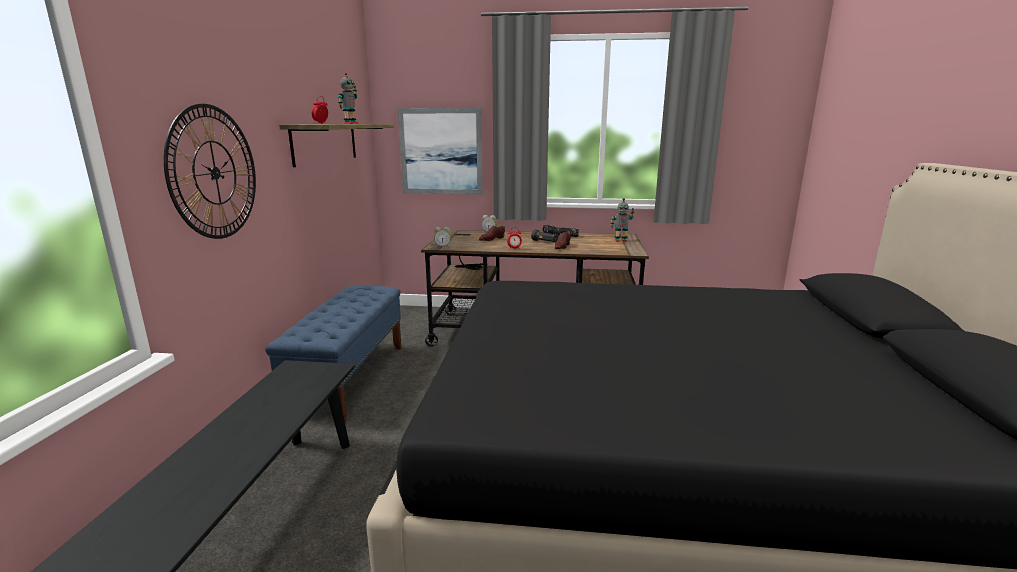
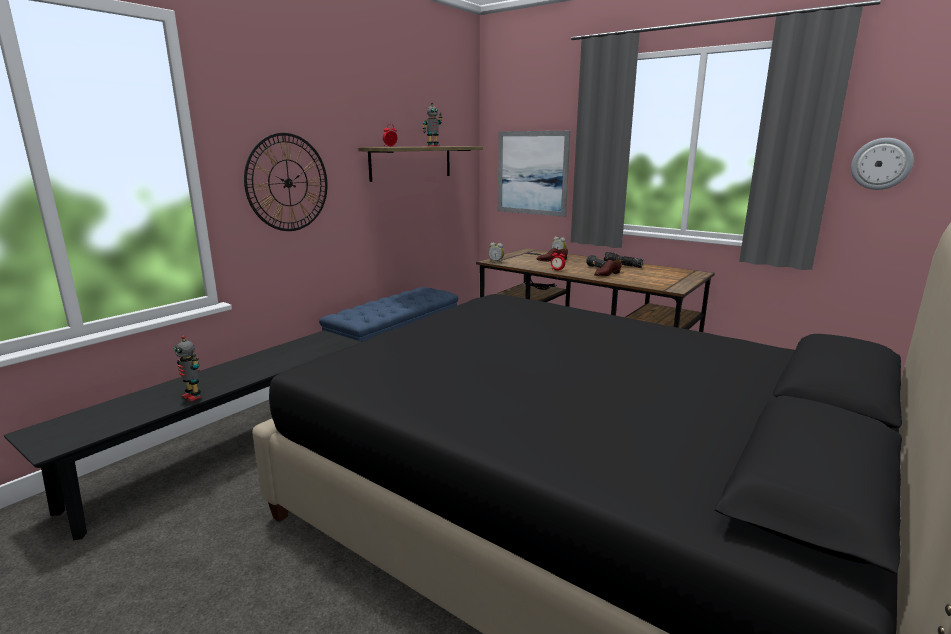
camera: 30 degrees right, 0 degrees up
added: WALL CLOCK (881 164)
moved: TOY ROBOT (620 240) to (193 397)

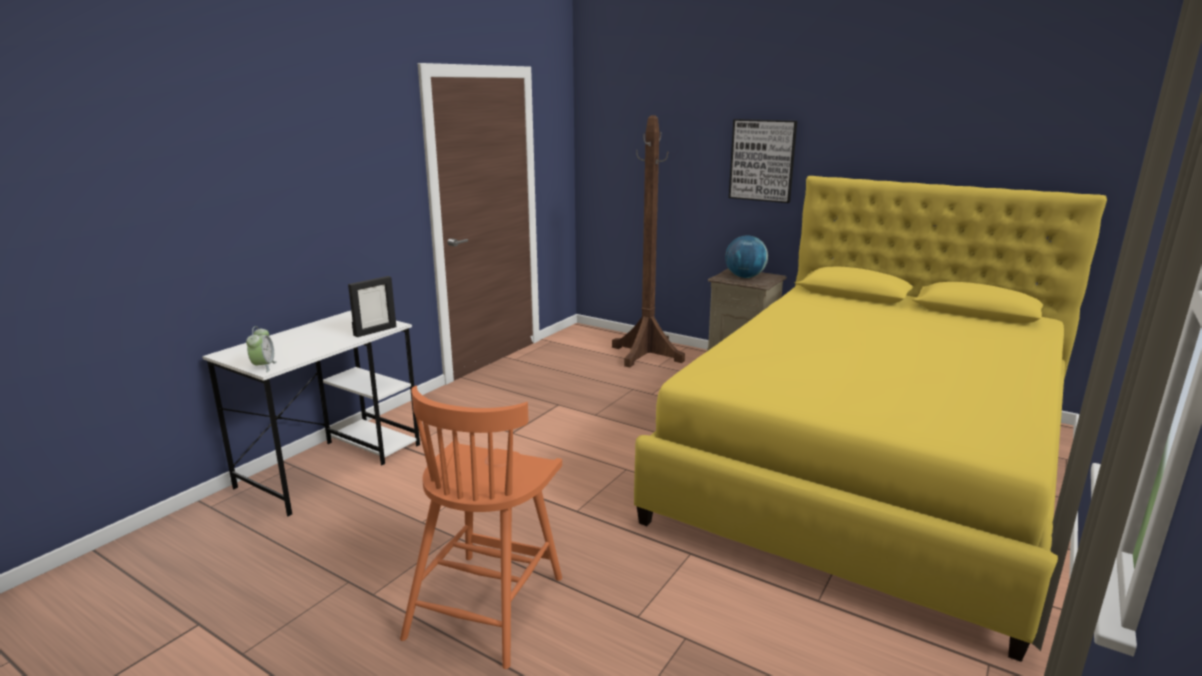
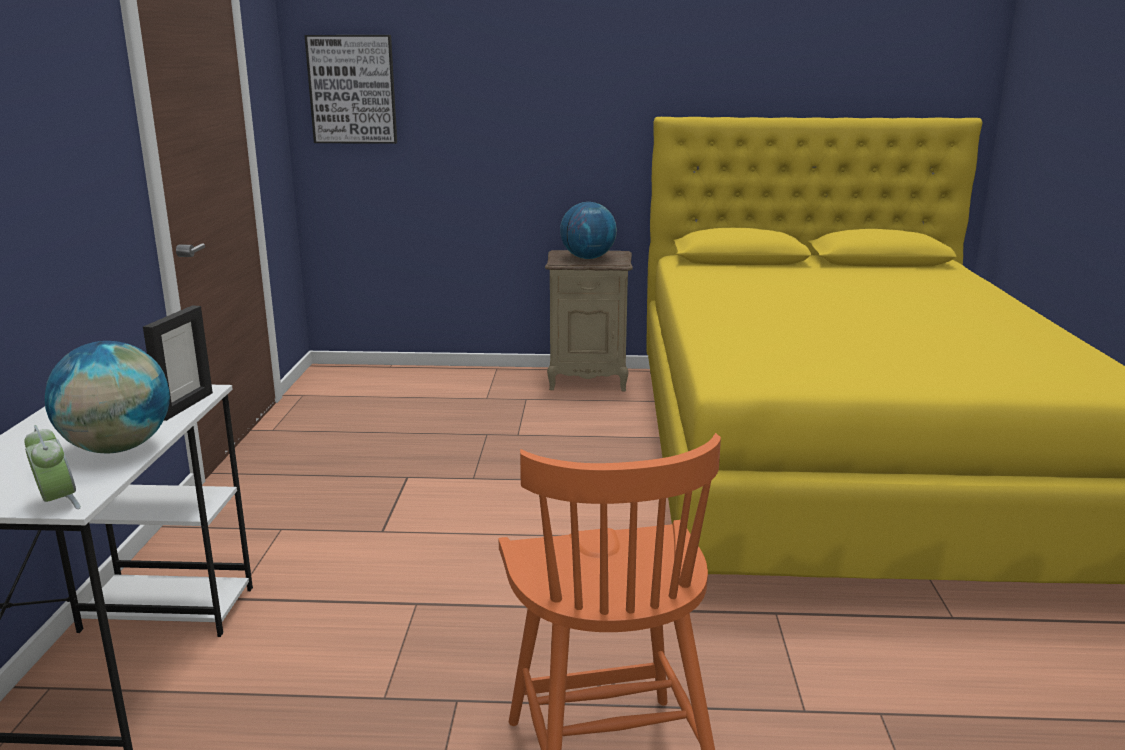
camera: 30 degrees left, 0 degrees up
removed: BROWN CLOTHES RACK (647 354)
added: GLOBE (117 448)
moved: PICTURE (762 160) to (352 89)

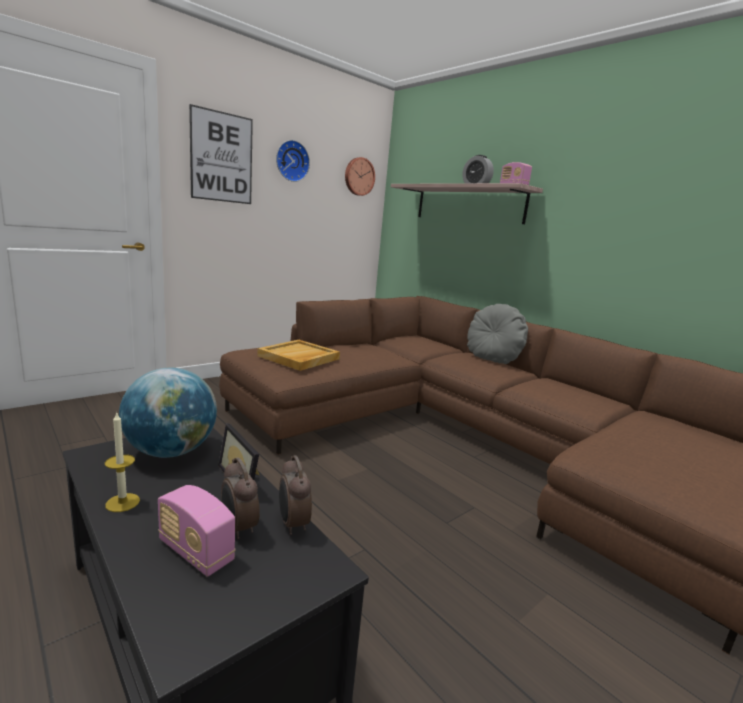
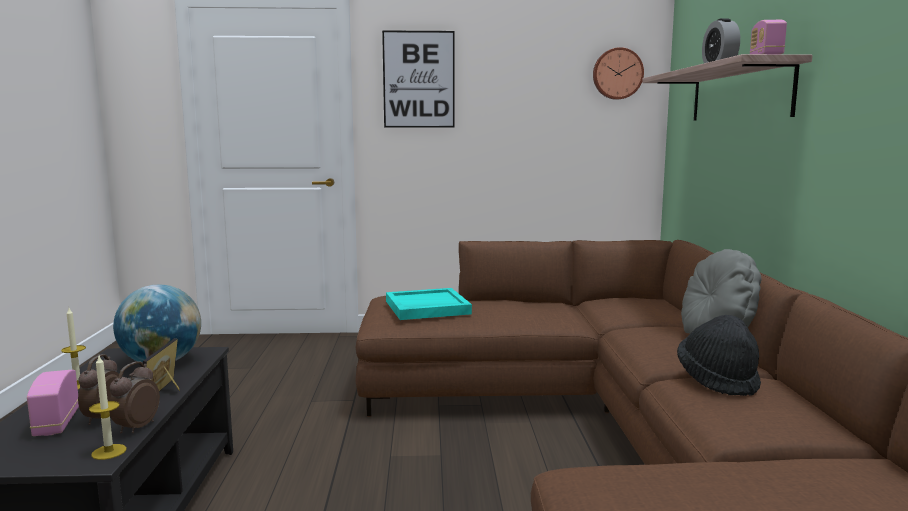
camera: 40 degrees right, 5 degrees down
removed: WALL CLOCK (291 161)
added: CANDLE (109 452); BLACK HAT (718 380)
recoloured: BEIGE TRAY (299 358) to TURQUOISE TRAY (426 308)

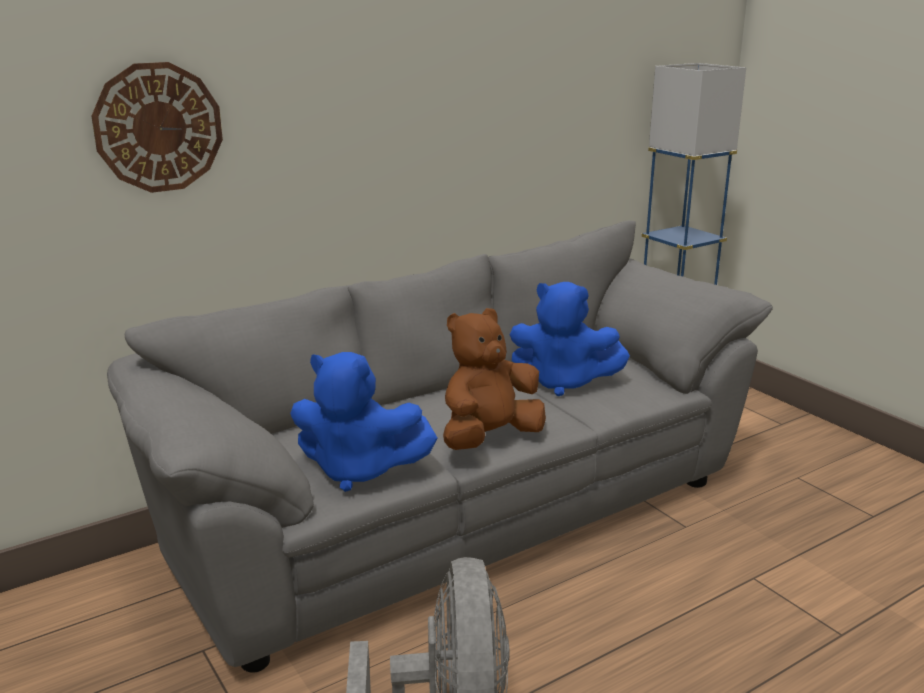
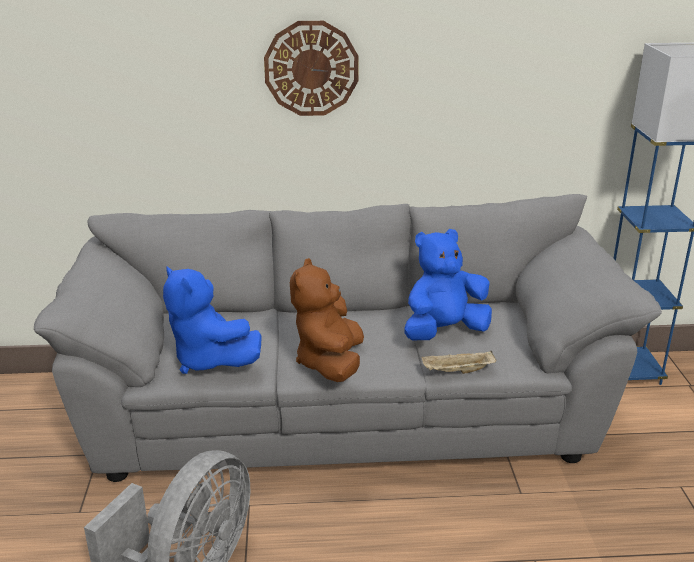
camera: 30 degrees right, 5 degrees up
added: BEIGE TRAY (457 372)
moved: WALL CLOCK (158 128) to (311 68)
turned: BROWN PLUSH TOY (489 438) = (330 363) 75 degrees counterclockwise; BLUE PLUSH TOY (563 382) = (444 332) 105 degrees clockwise

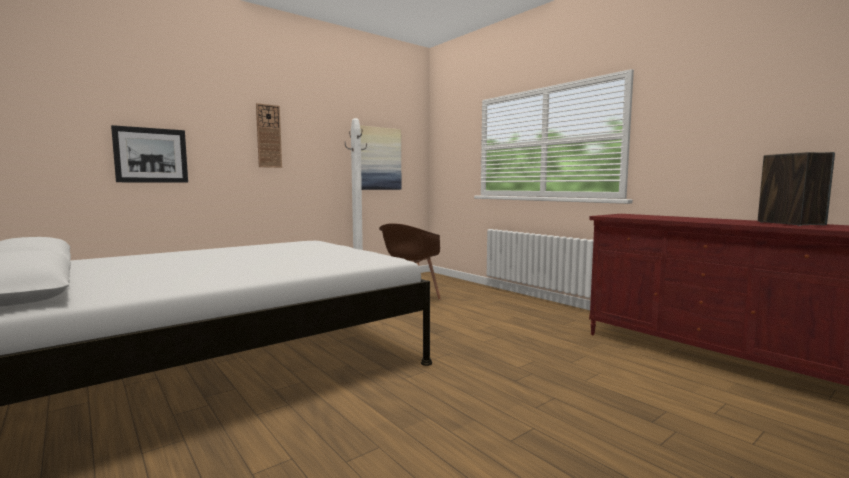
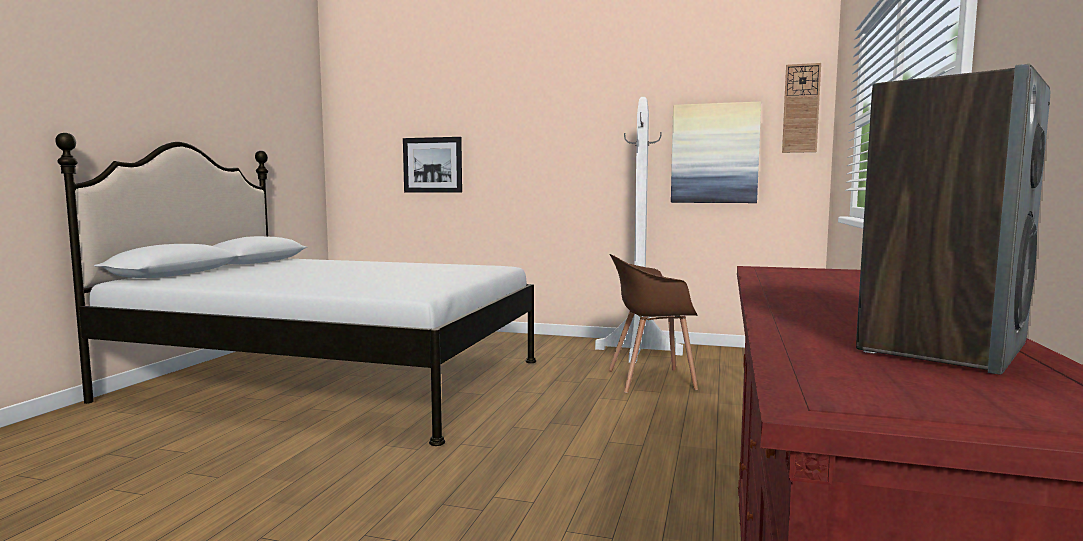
camera: 55 degrees right, 0 degrees up
moved: WALL CLOCK (268 136) to (801 108)

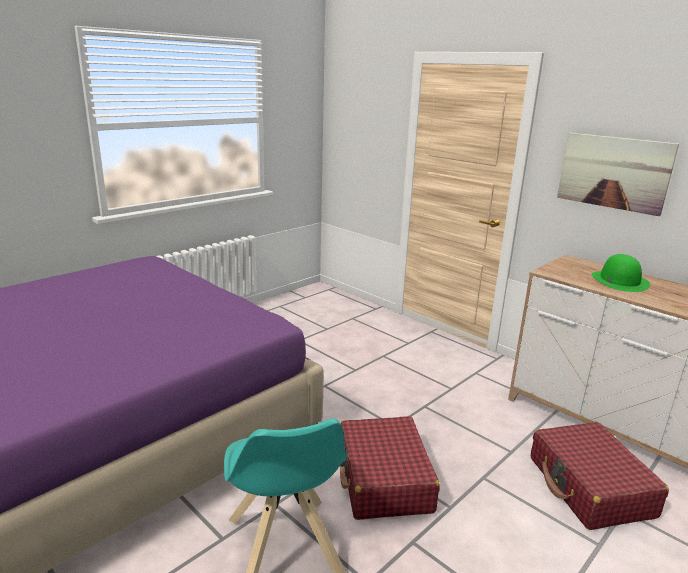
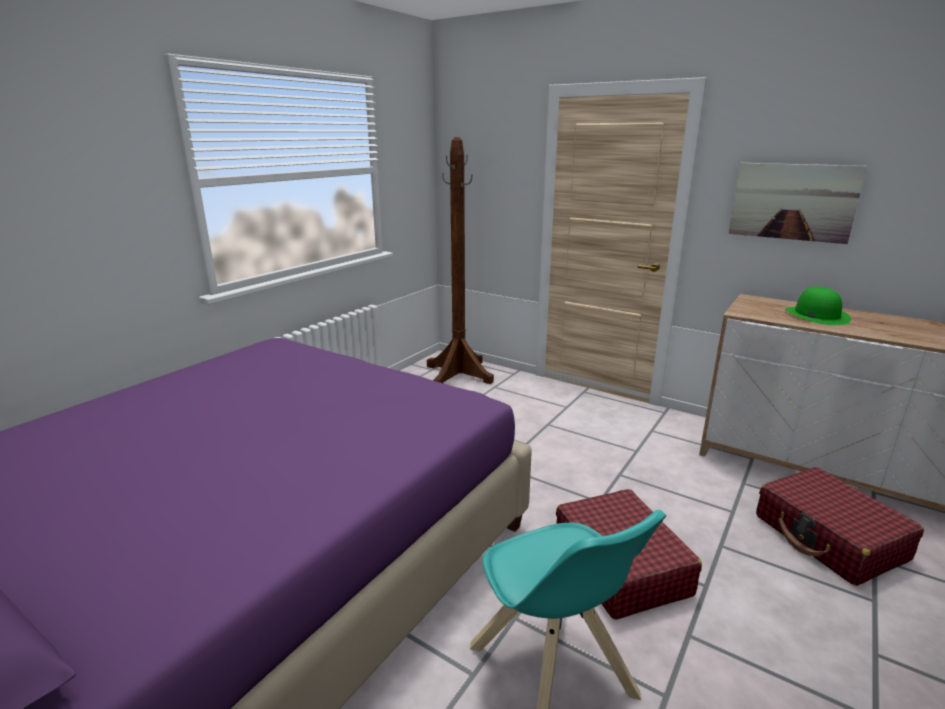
camera: 10 degrees left, 0 degrees up
added: BROWN CLOTHES RACK (459 374)

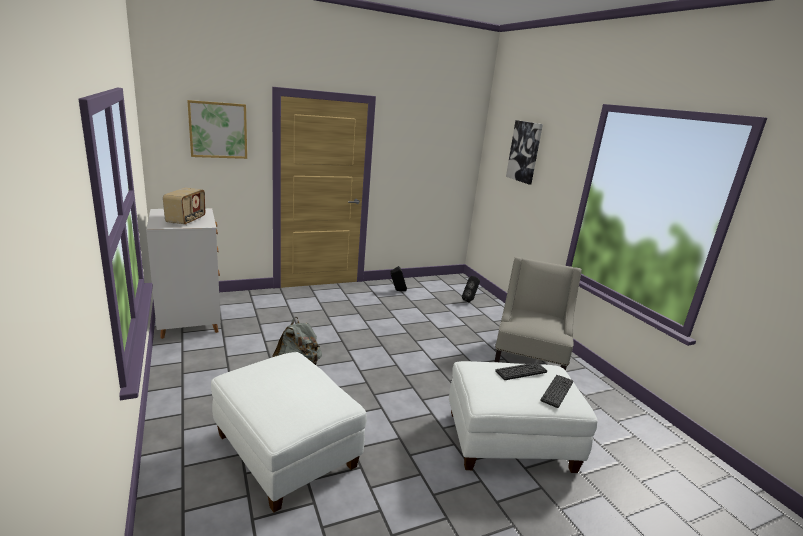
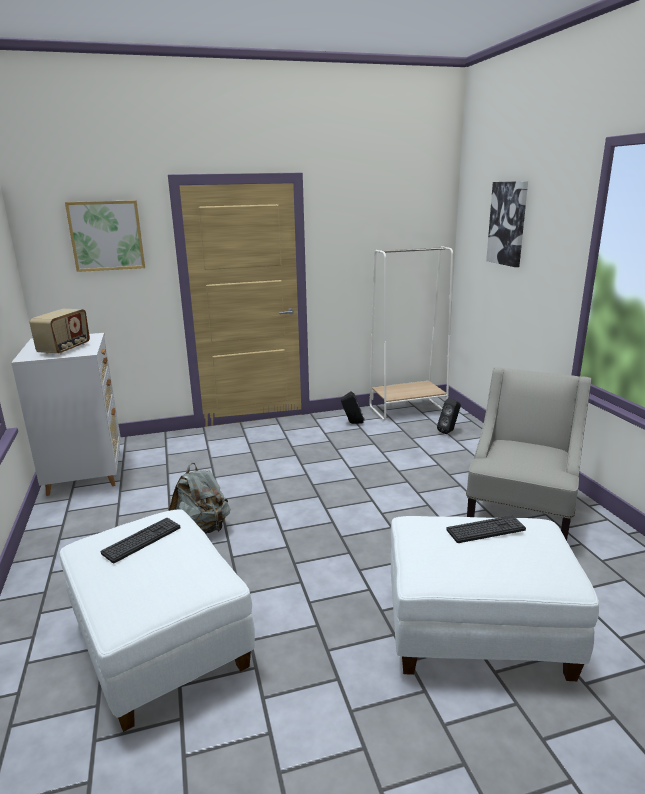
camera: 10 degrees right, 0 degrees up
added: CLOTHES RACK (407 410)
moved: KEYBOARD (557 391) to (142 540)

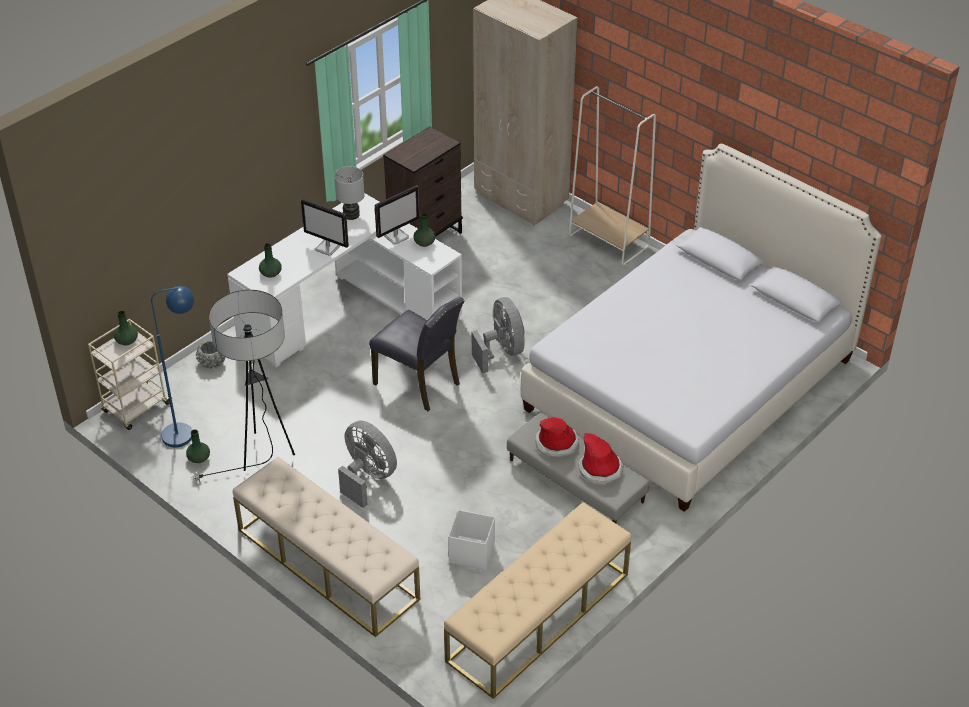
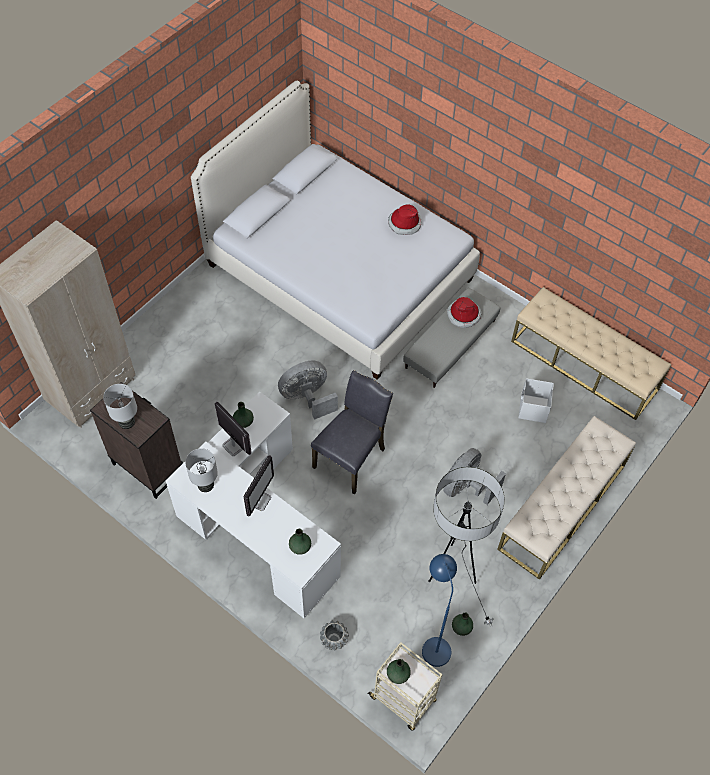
camera: 95 degrees left, 15 degrees up
removed: CLOTHES RACK (608 242)
added: GREY TABLE LAMP (126 422)
moved: HAT (556 443) to (404 223)

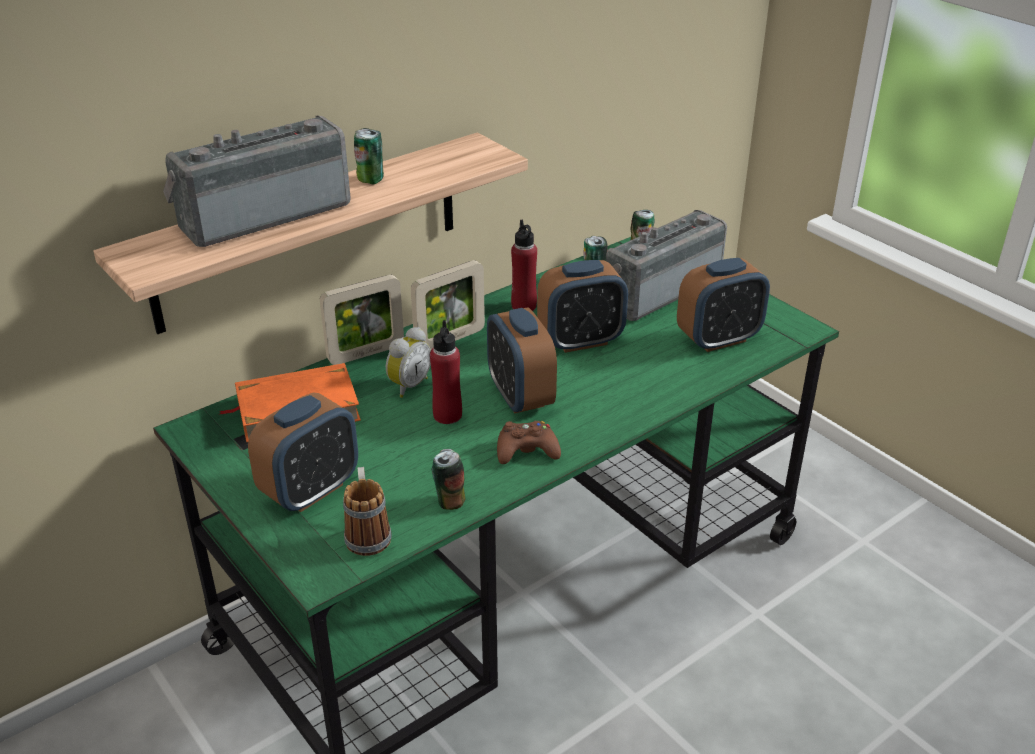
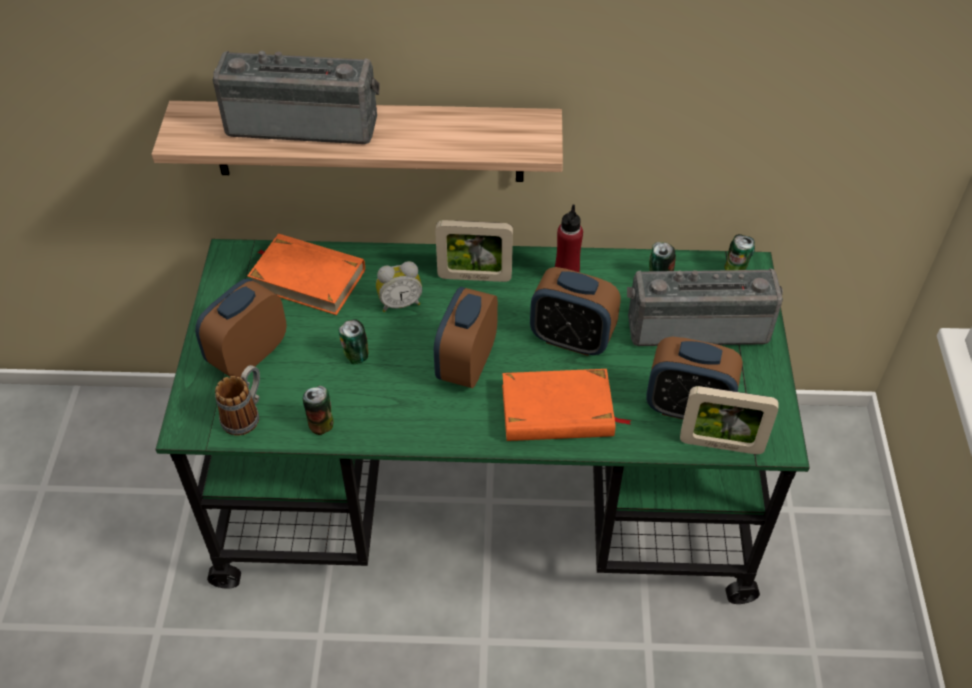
camera: 40 degrees right, 15 degrees up
removed: RED BOTTLE (447 415); BROWN GAME CONTROLLER (526 450)
added: ORANGE BOOK (557 411)
moved: PICTURE FRAME (366 353) to (721 445); CAN (370 180) to (355 356)
turned: ALARM CLOCK (310 490) = (248 355) 135 degrees clockwise

